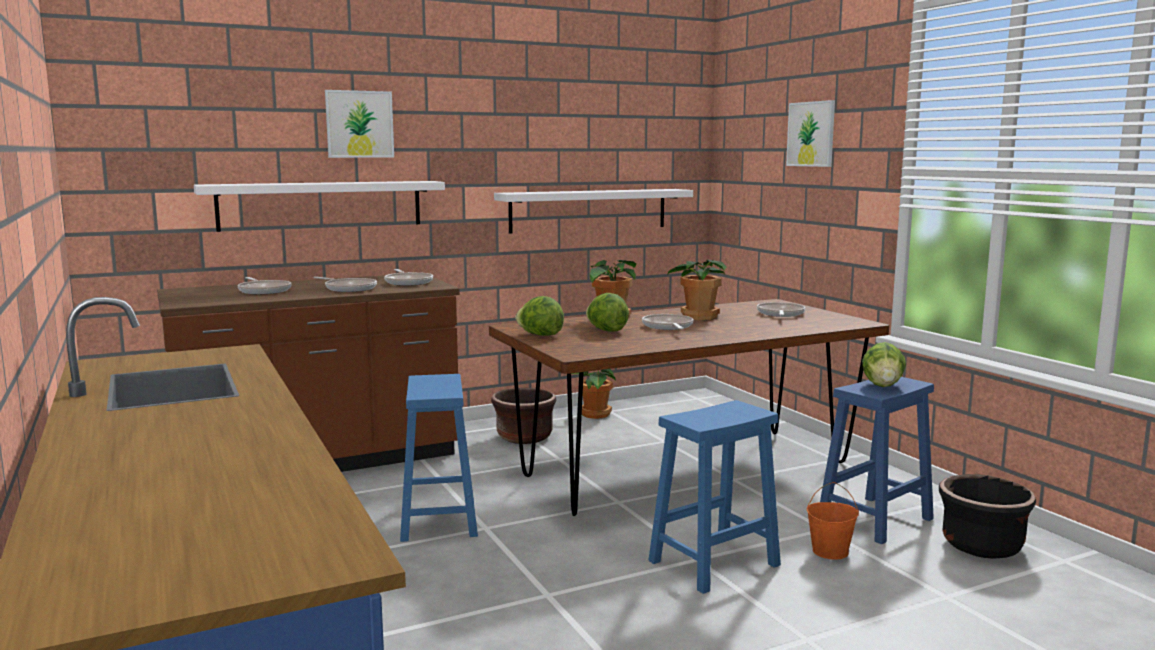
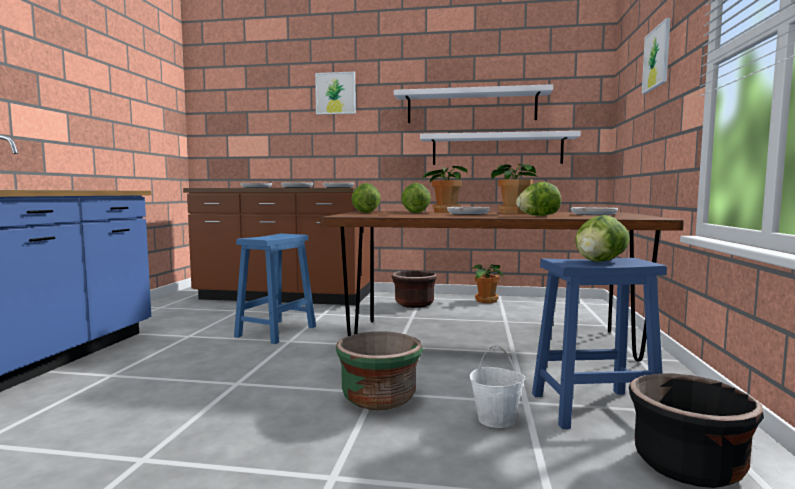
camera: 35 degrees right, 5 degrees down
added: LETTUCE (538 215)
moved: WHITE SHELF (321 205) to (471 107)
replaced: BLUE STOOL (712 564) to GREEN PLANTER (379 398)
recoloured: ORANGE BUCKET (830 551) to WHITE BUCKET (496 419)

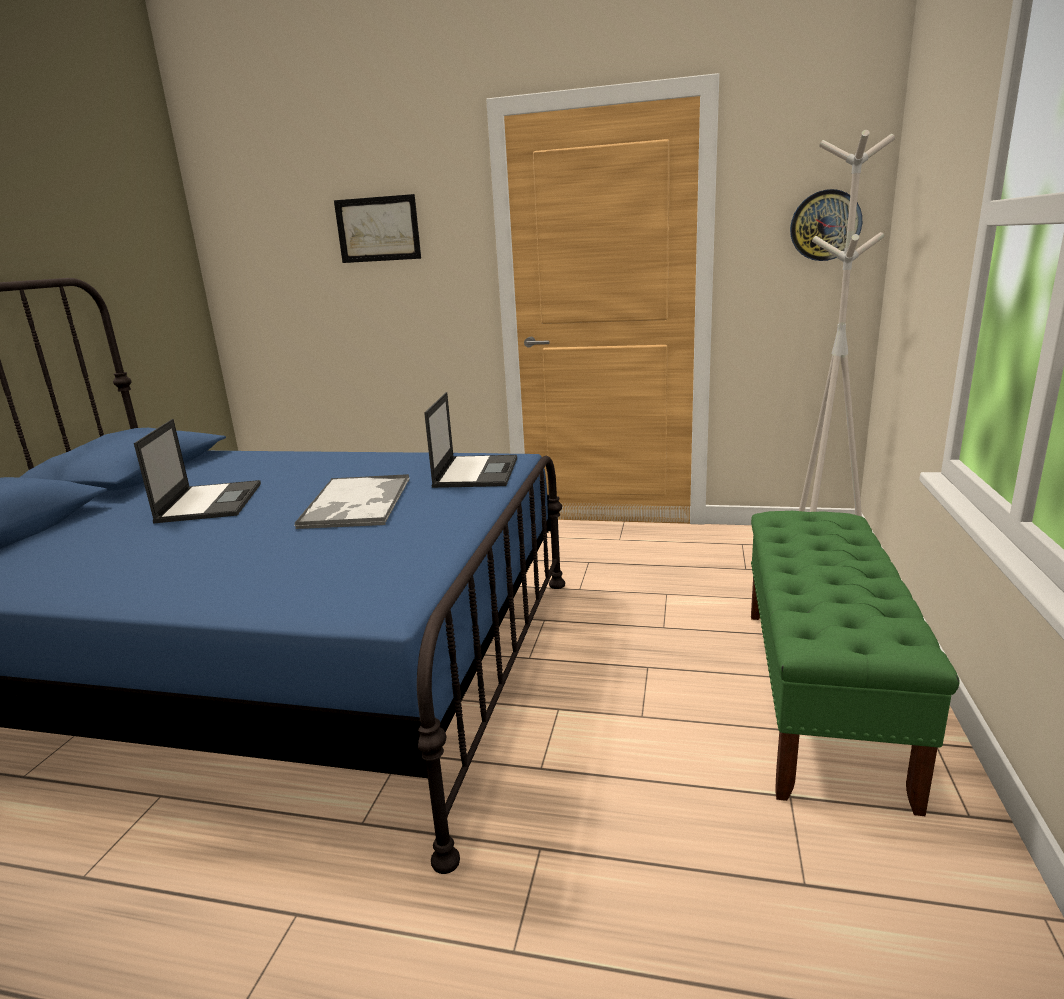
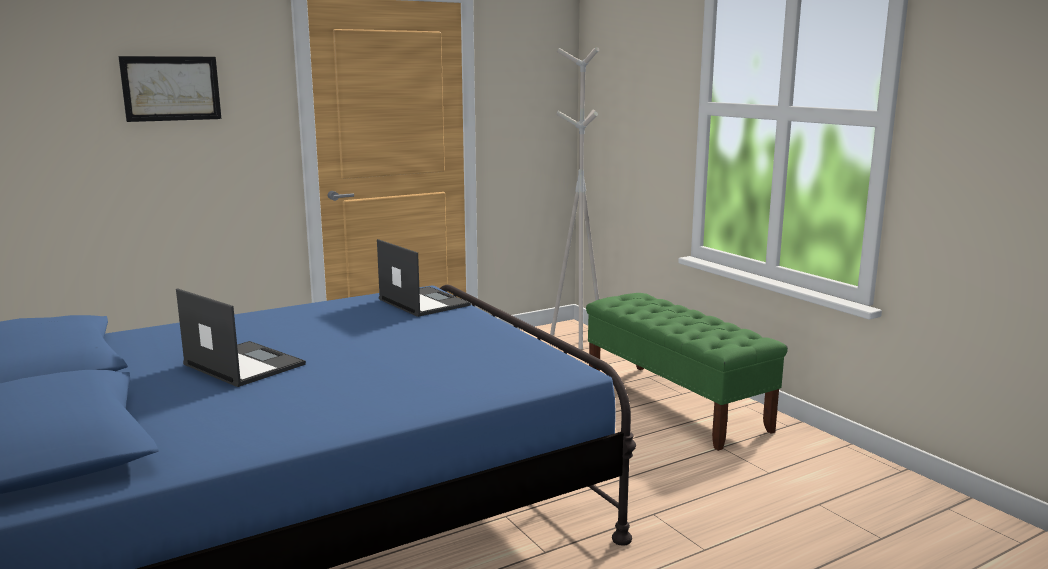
camera: 45 degrees left, 5 degrees down
removed: TRAY (356 503); WALL CLOCK (825 225)

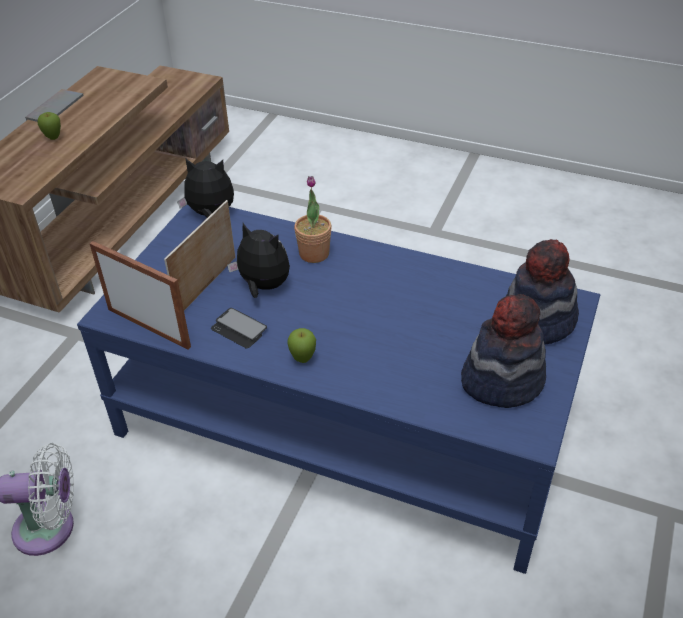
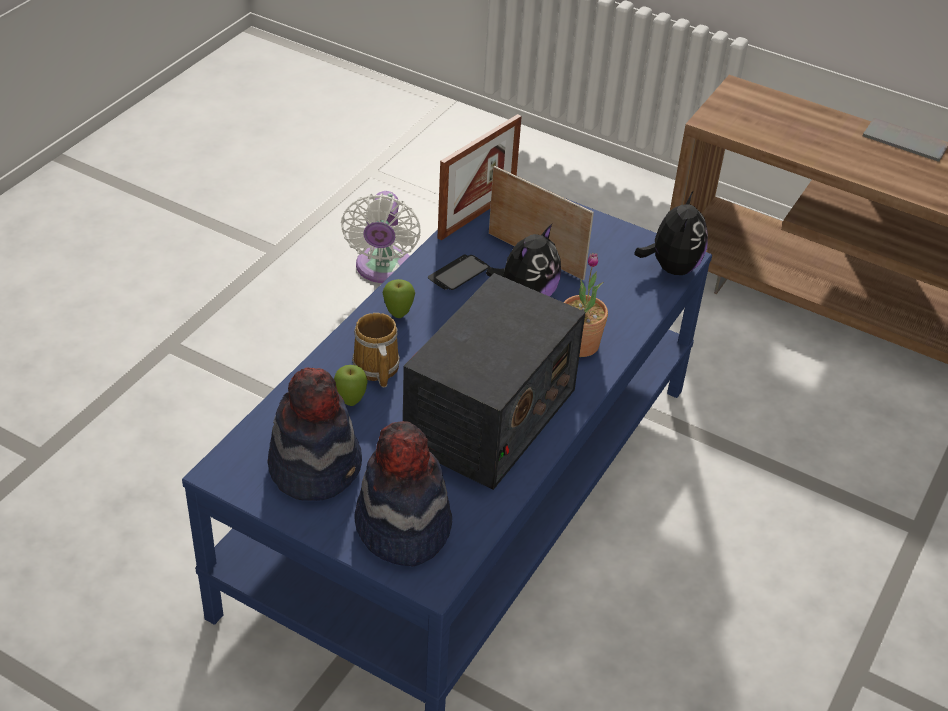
camera: 95 degrees right, 0 degrees up
added: MUG (375 368); RADIO (490 417)
moved: APPLE (53 138) to (350 402)

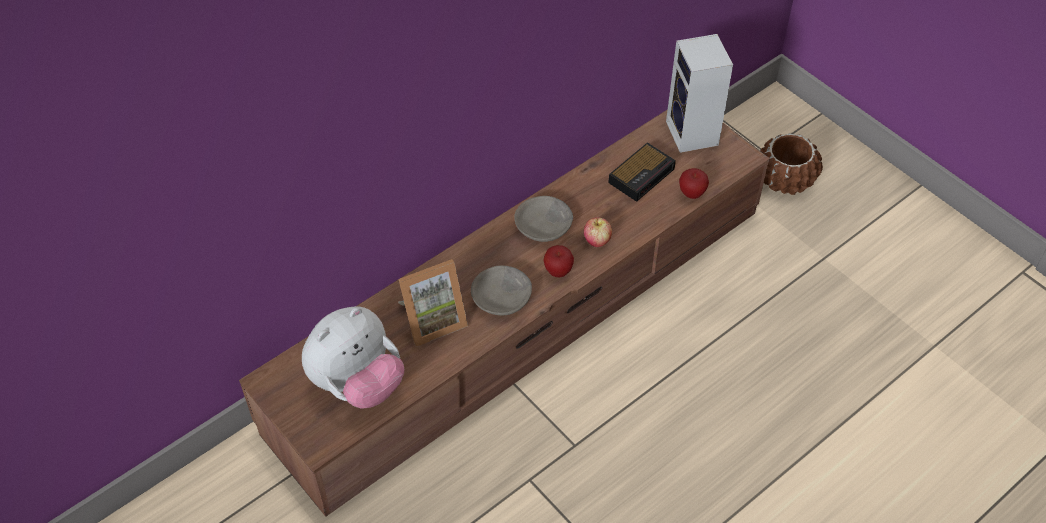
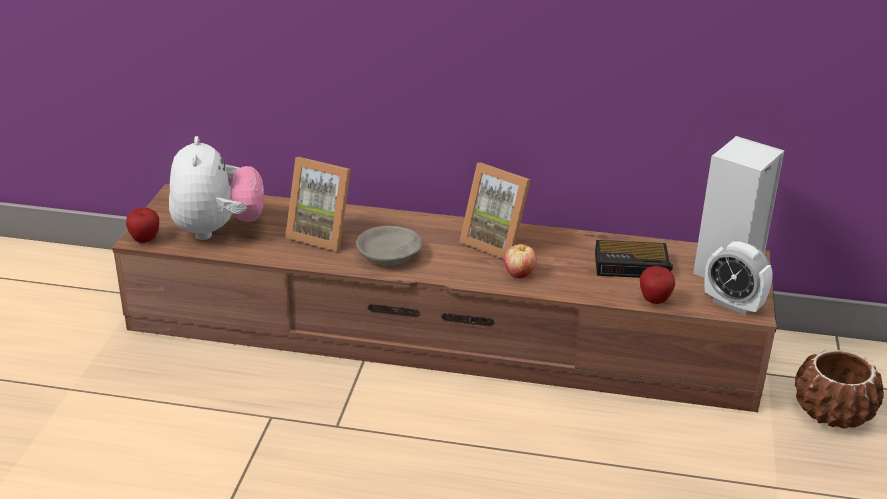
camera: 50 degrees right, 20 degrees down
added: ALARM CLOCK (733 304)
moved: APPLE (558 271) to (145 240)
replaced: GREY BOWL (544 225) to PICTURE FRAME (496 242)
turned: PLUSH TOY (358 383) = (217 230) 105 degrees counterclockwise

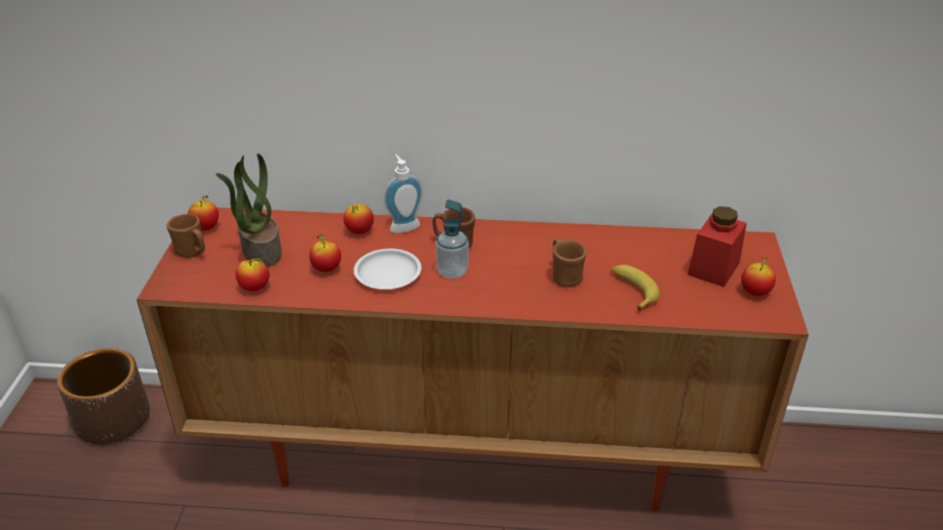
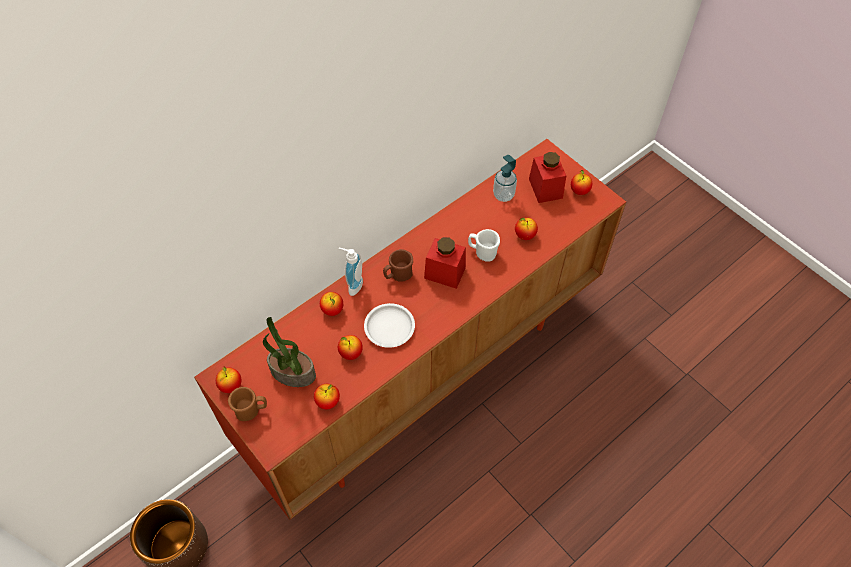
camera: 45 degrees left, 20 degrees up
added: RED JAR (445 272)
moved: SOAP DISPENSER (452 271) to (503 195)
replaced: BANANA (632 290) to APPLE (525 235)
recoloured: BROWN MUG (564 276) to WHITE MUG (482 252)

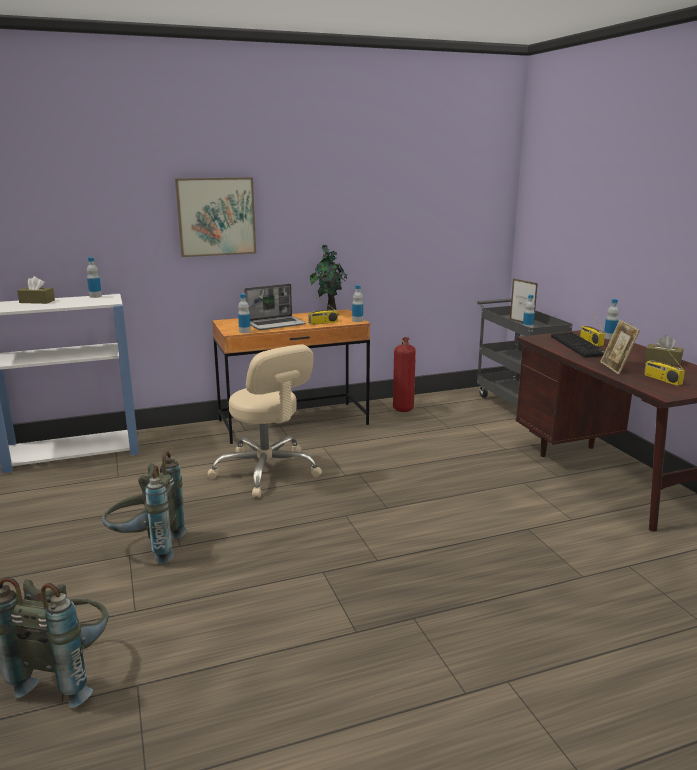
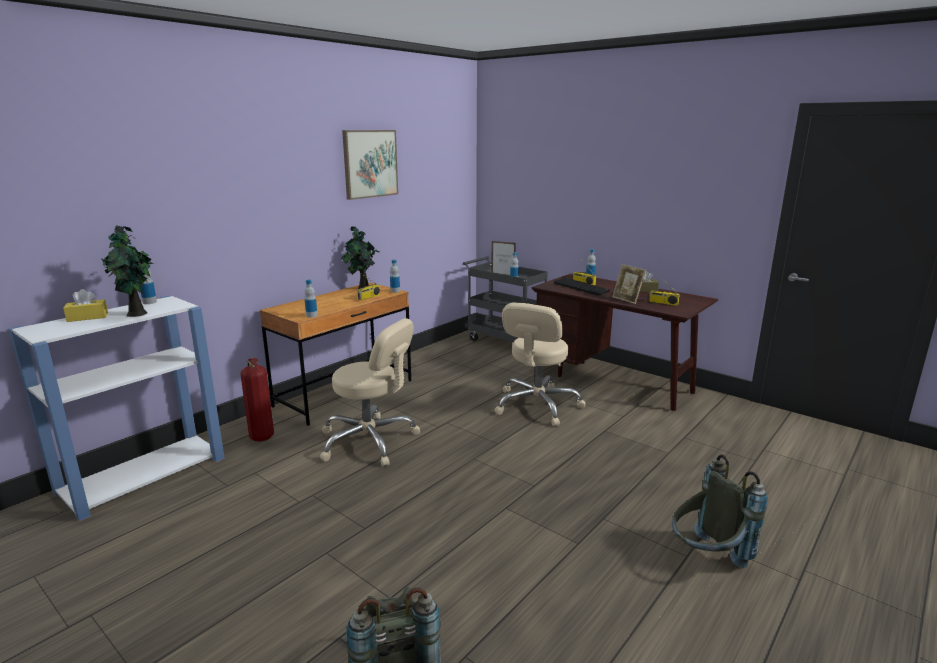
camera: 30 degrees left, 0 degrees up
removed: LAPTOP (276 324)
added: POTTED PLANT (137 314); BEIGE OFFICE CHAIR (536 407)
moved: GREY BACKPACK (147 548) to (706 558); PICTURE (216 216) to (370 164); FIRE EXTINGUISHER (402 409) to (260 437)
recoloured: BROWN TISSUE BOX (37 301) to YELLOW TISSUE BOX (87 317)

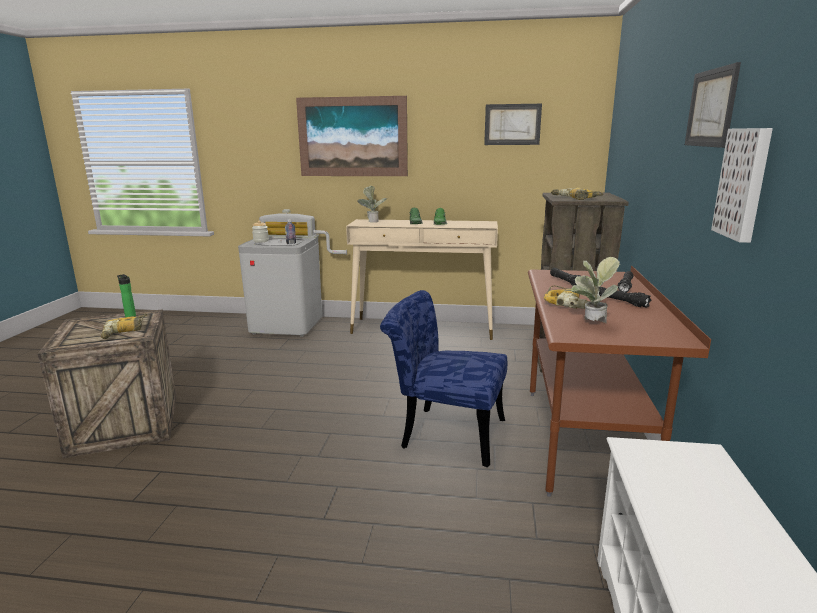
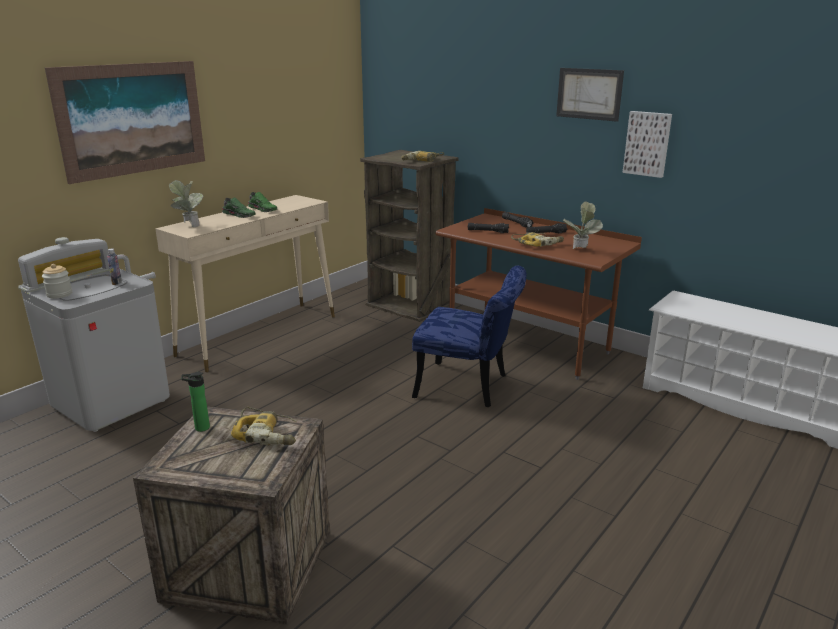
camera: 60 degrees left, 5 degrees up
removed: PICTURE (512 124)
turned: BLUE CHAIR (444 433) = (469 387) 120 degrees counterclockwise

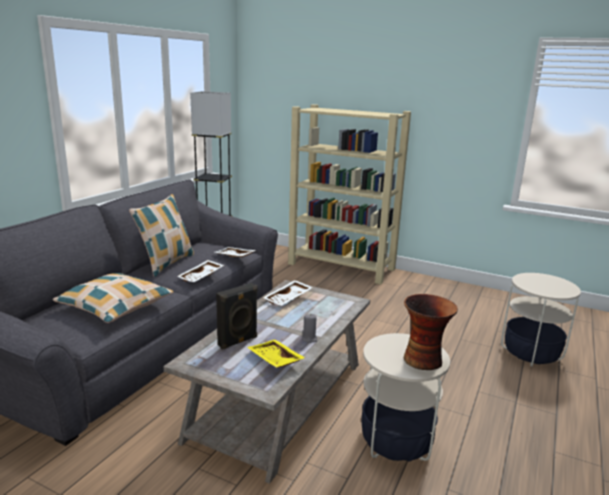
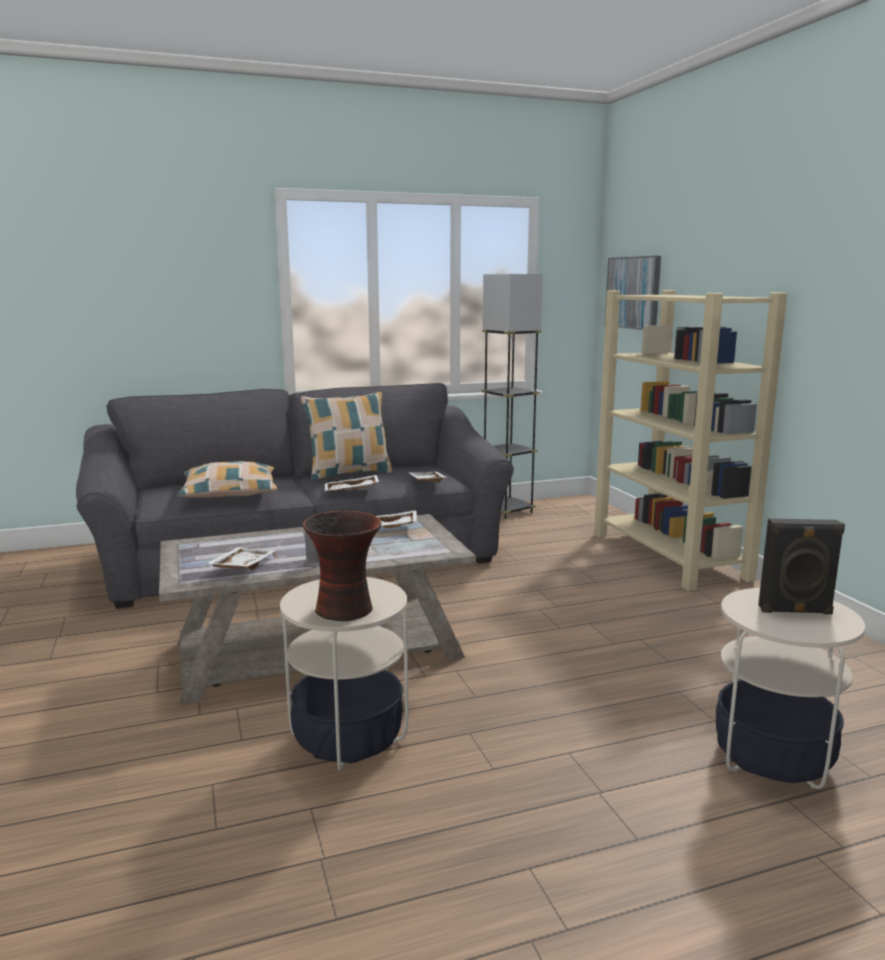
camera: 45 degrees right, 5 degrees down
added: PICTURE (633 292)
moved: BLACK SPEAKER (238 342) to (795 611)
recoloured: YELLOW TRAY (274 360) to WHITE TRAY (241 567)

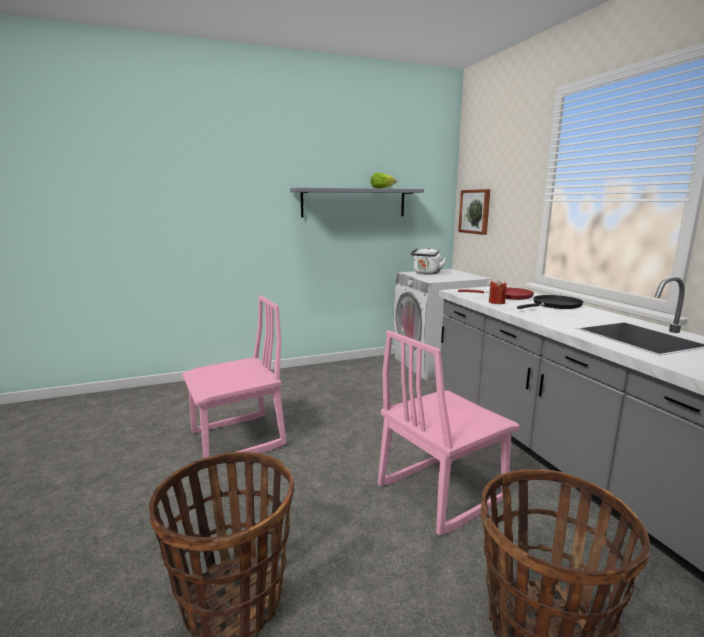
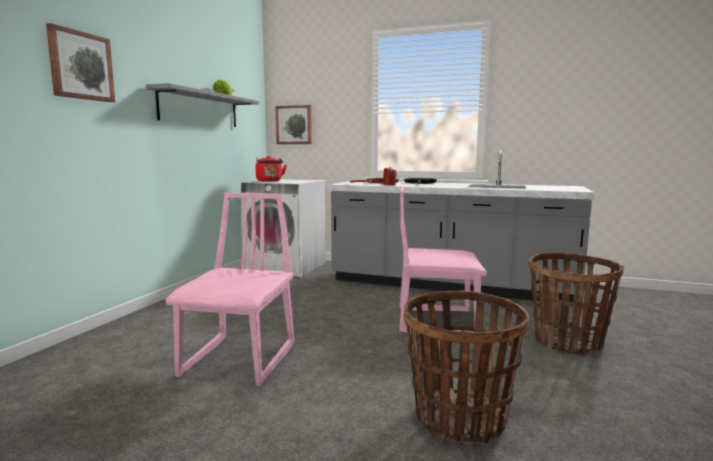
camera: 50 degrees left, 5 degrees down
added: PICTURE (81 66)
recoloured: WHITE KETTLE (426 273) to RED KETTLE (269 181)
turned: PINK CHAIR (440 492) = (436 321) 90 degrees clockwise

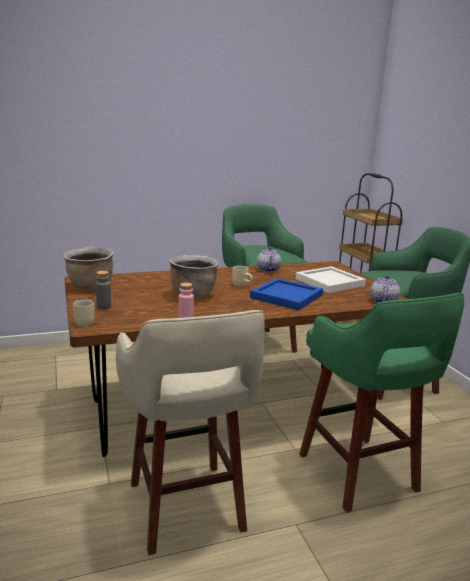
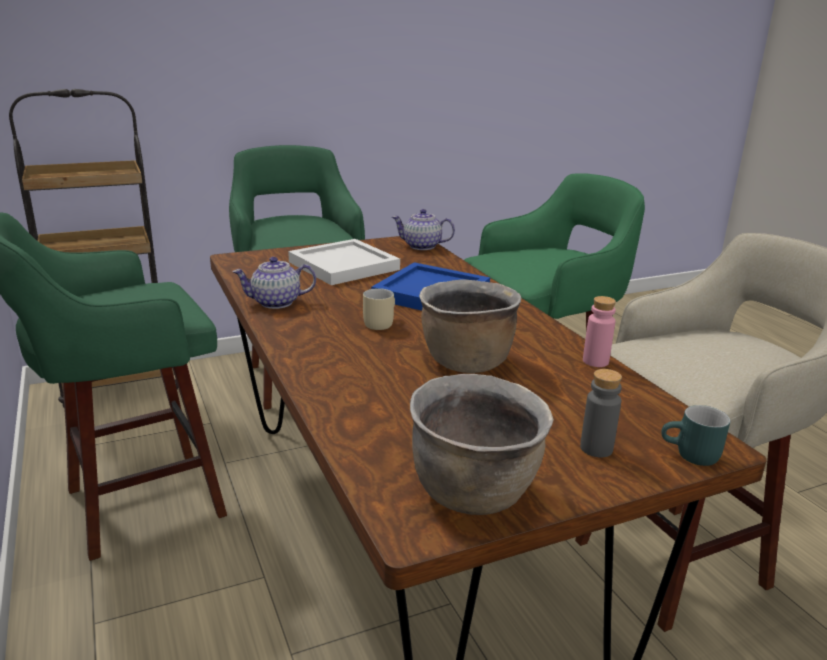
camera: 95 degrees left, 5 degrees up
recoloured: BEIGE MUG (85 321) to TURQUOISE MUG (691 456)

